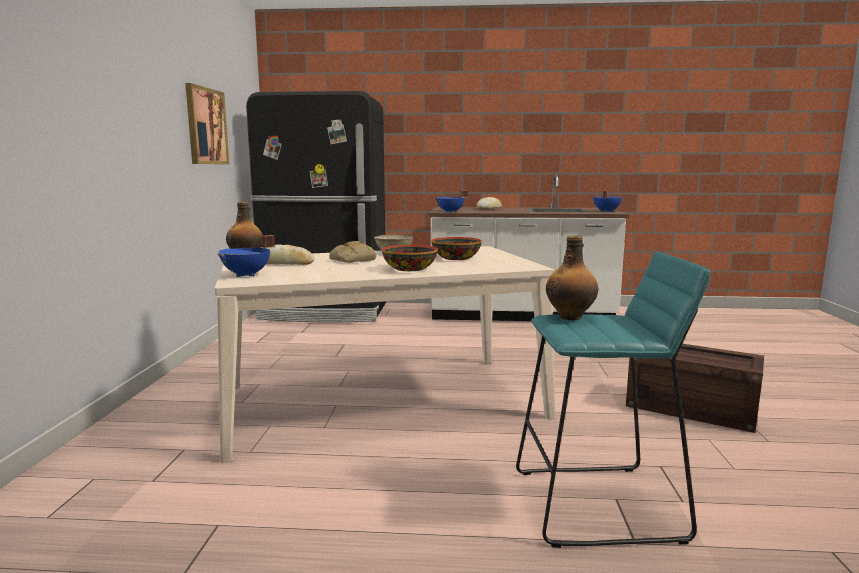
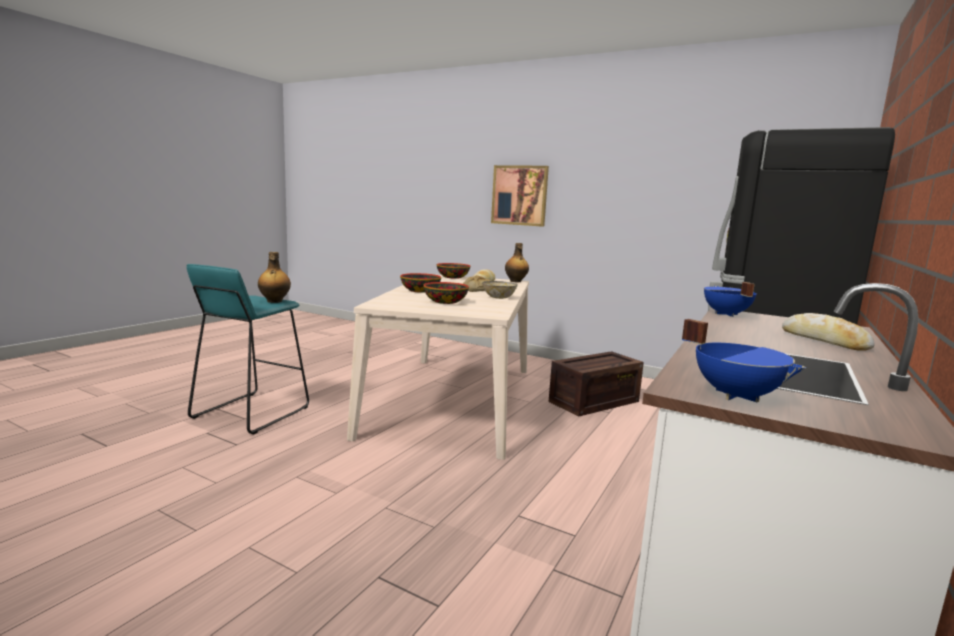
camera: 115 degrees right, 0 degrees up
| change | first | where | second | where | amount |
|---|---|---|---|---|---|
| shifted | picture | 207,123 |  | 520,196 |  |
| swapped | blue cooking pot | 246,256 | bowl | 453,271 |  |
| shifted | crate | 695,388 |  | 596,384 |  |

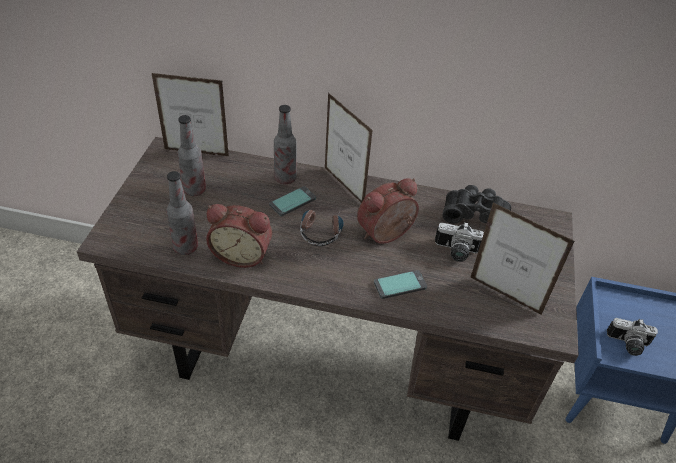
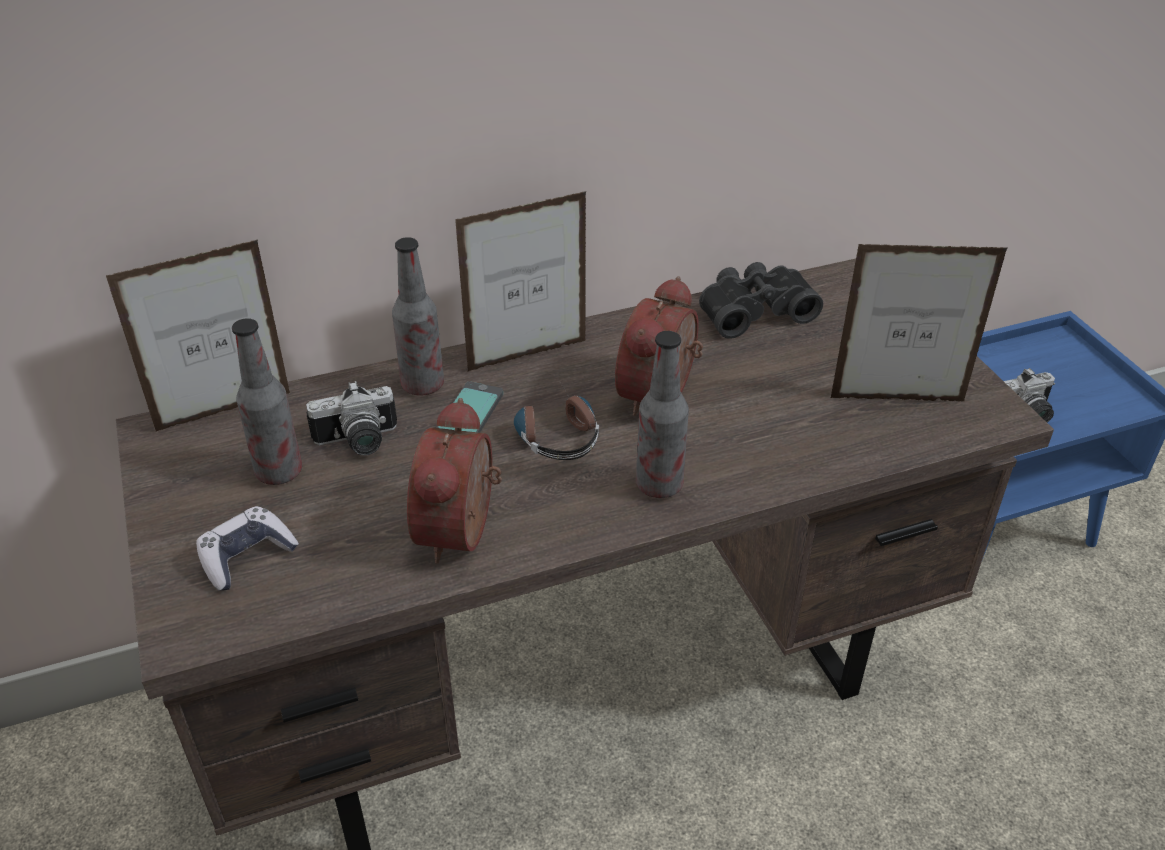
camera: 30 degrees left, 5 degrees down
| change | first | where | second | where | amount |
|---|---|---|---|---|---|
| rotated | picture frame | 348,148 |  | 520,281 | 135 degrees clockwise |
| shifted | bottle | 182,213 |  | 662,414 |  |
| rotated | alarm clock | 239,236 |  | 454,481 | 120 degrees clockwise |
| shifted | photo camera | 459,242 |  | 351,418 |  |
| gone | phone | 400,284 |  |  |  |
| new |  |  | game controller | 247,548 |  |

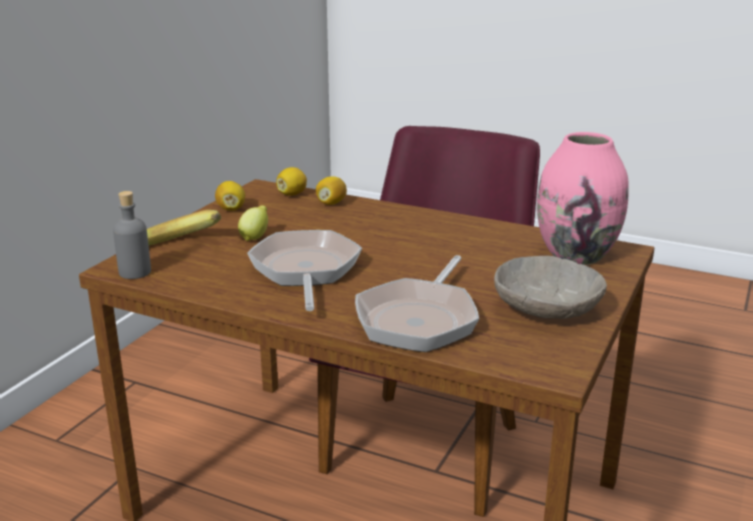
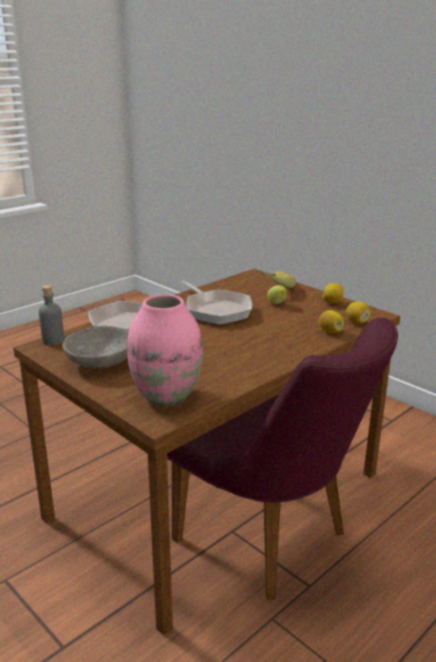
camera: 110 degrees right, 0 degrees up
| change | first | where | second | where | amount |
|---|---|---|---|---|---|
| shifted | grey bottle | 132,235 |  | 51,315 |  |
| rotated | frying pan | 304,270 |  | 217,302 | 45 degrees clockwise |

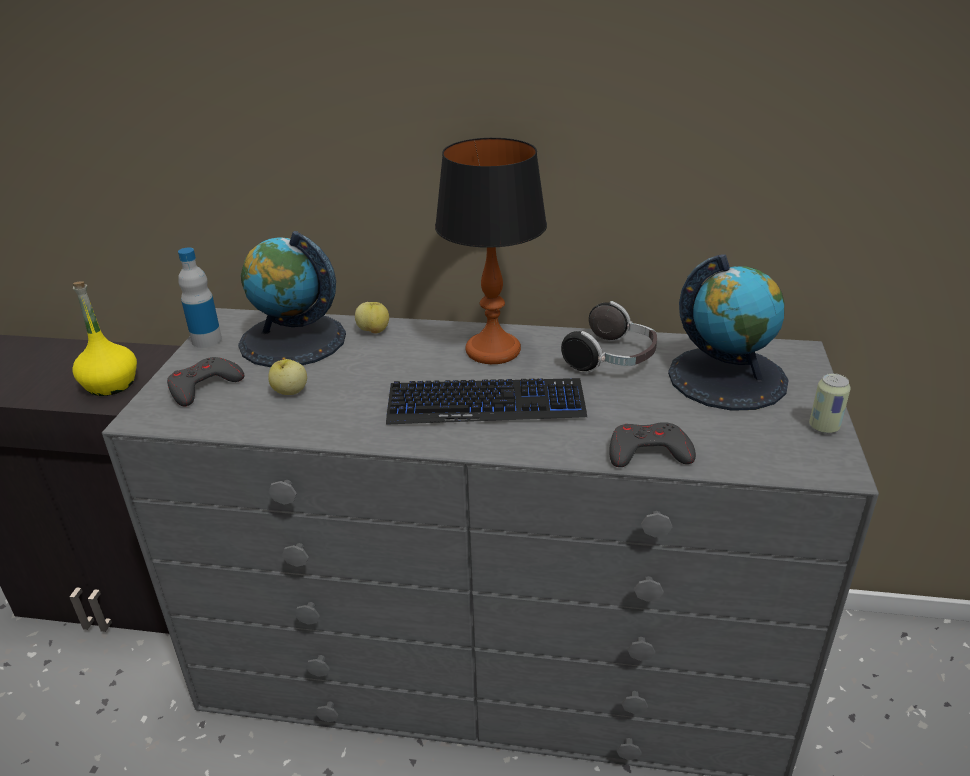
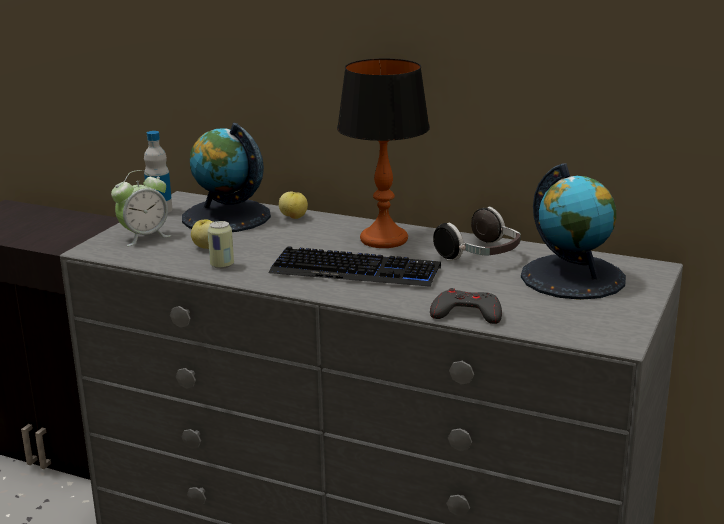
camera: 15 degrees right, 10 degrees down
| change | first | where | second | where | amount |
|---|---|---|---|---|---|
| gone | yellow bottle | 104,338 |  |  |  |
| swapped | grey game controller | 205,381 | alarm clock | 141,208 |  |
| shifted | can | 830,403 |  | 221,245 |  |

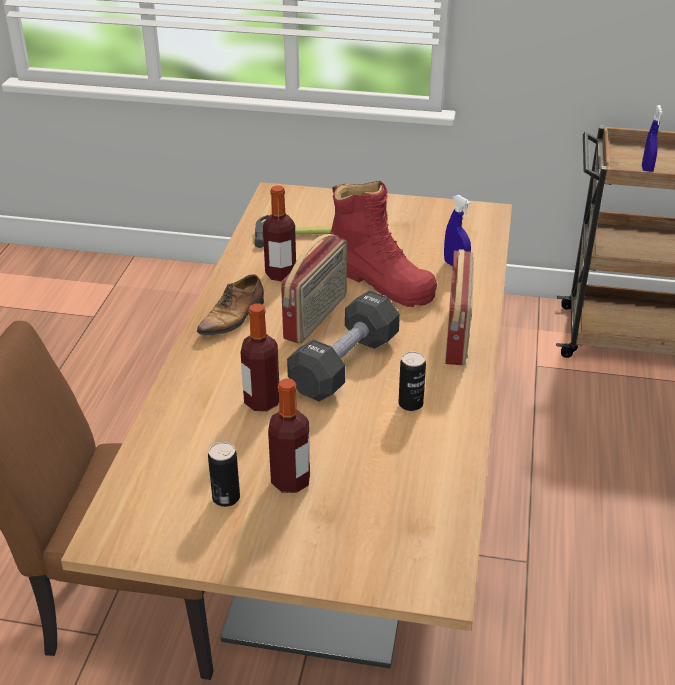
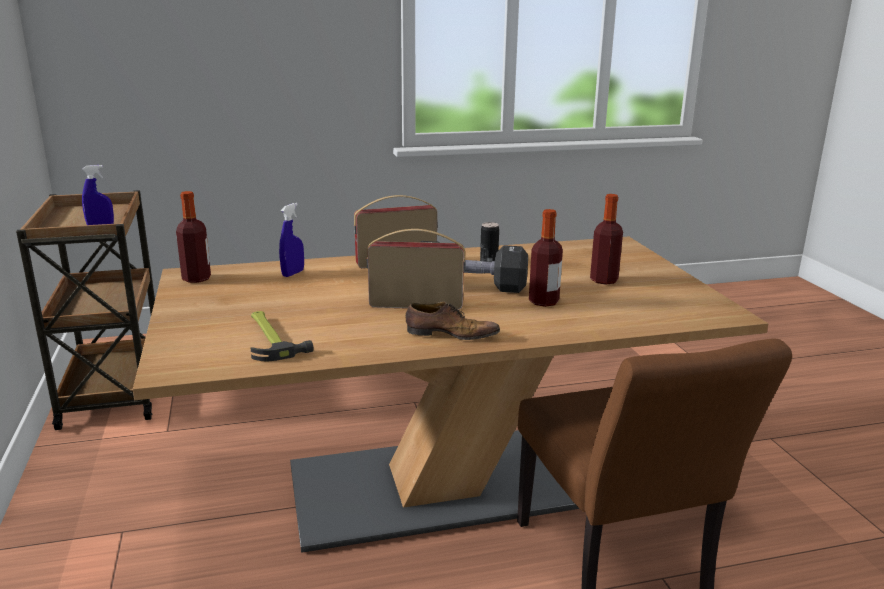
camera: 115 degrees left, 15 degrees down
| change | first | where | second | where | amount |
|---|---|---|---|---|---|
| gone | red boot | 383,244 |  |  |  |
| shifted | bottle | 279,233 |  | 193,237 |  |
| gone | can | 224,474 |  |  |  |

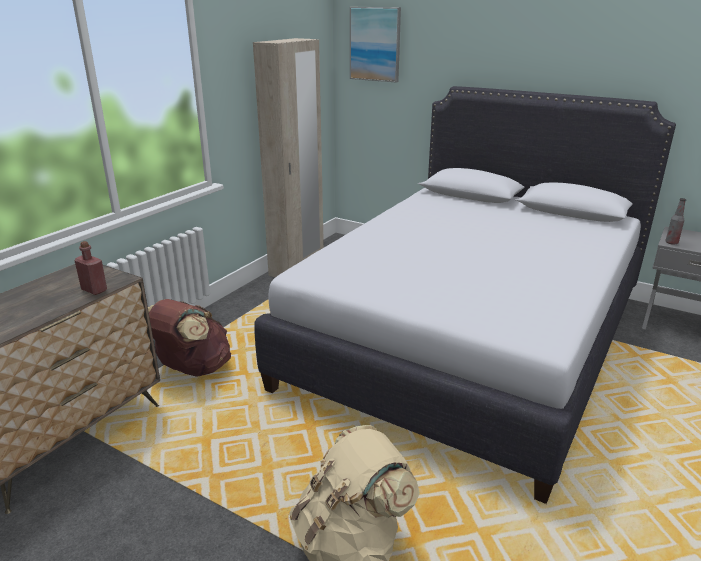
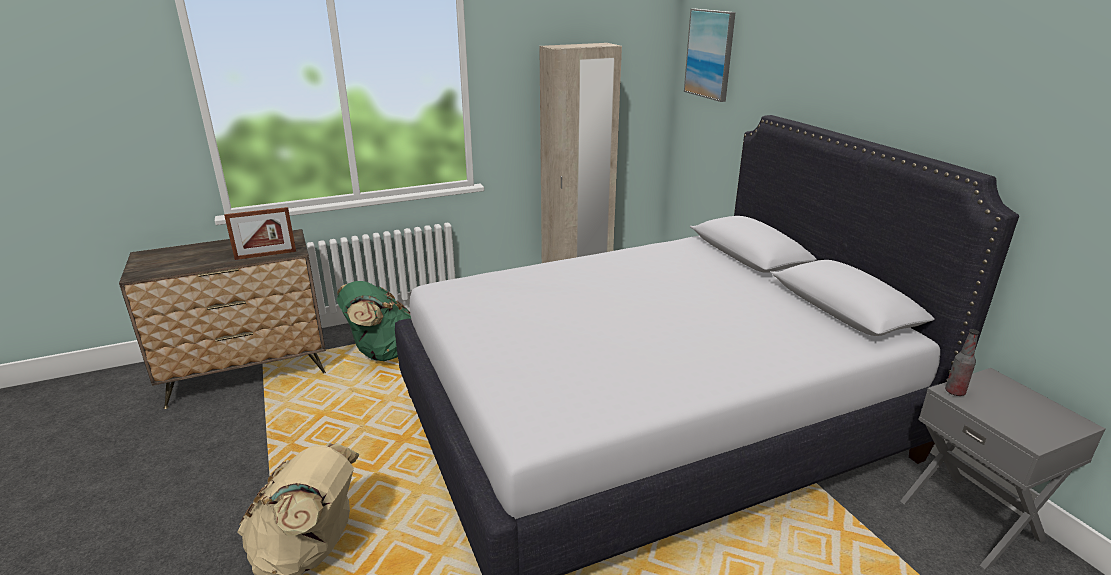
camera: 35 degrees right, 0 degrees up
| change | first | where | second | where | amount |
|---|---|---|---|---|---|
| swapped | red bottle | 90,268 | picture frame | 260,233 |  |
| repainted | brown backpack | 189,337 | green backpack | 374,321 |  |

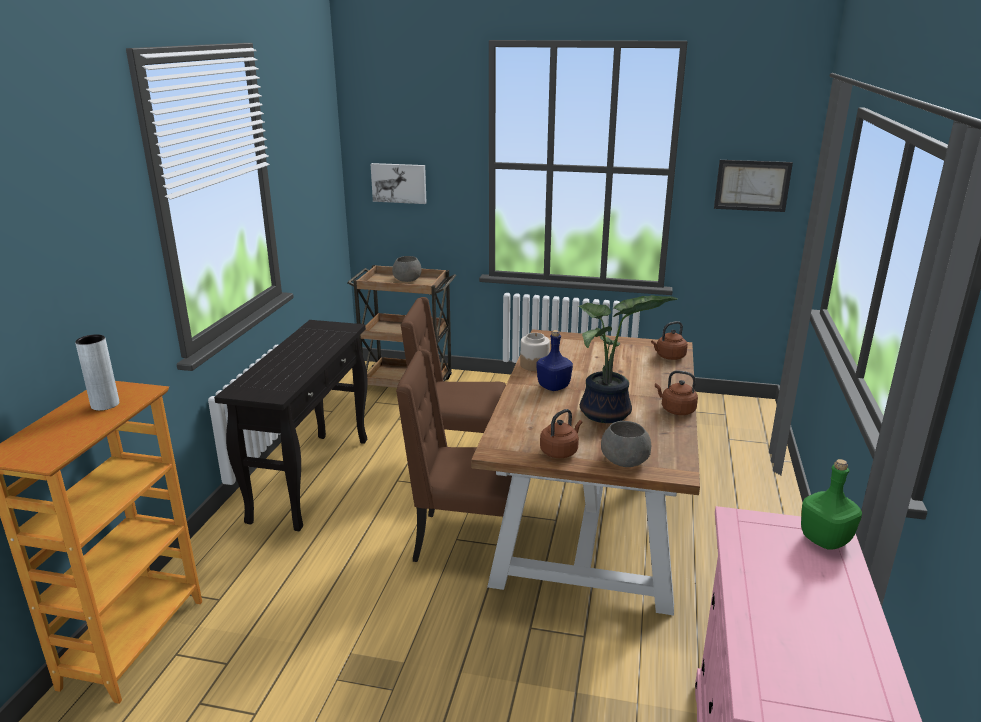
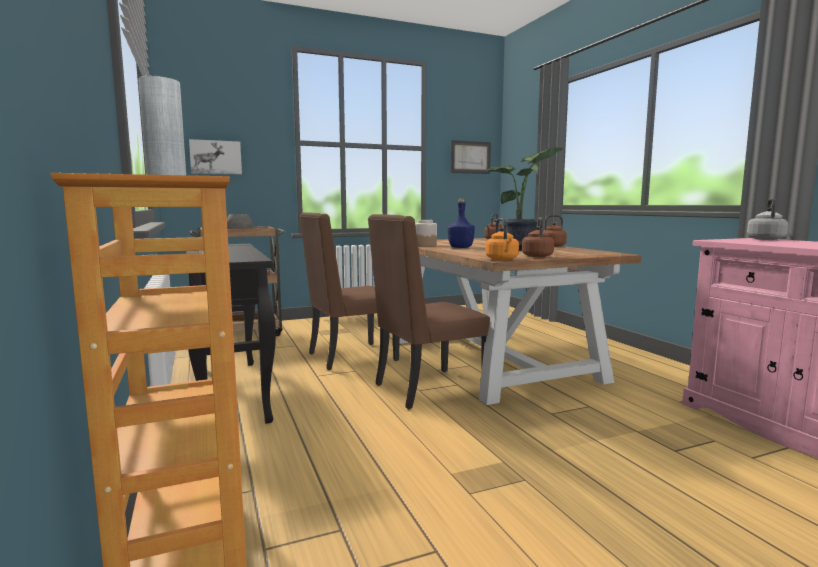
camera: 35 degrees left, 15 degrees down
| change | first | where | second | where | amount |
|---|---|---|---|---|---|
| gone | grey bowl | 626,444 |  |  |  |
| swapped | green bottle | 831,504 | grey kettle | 767,219 |  |
| new |  |  | orange kettle | 502,239 |  |

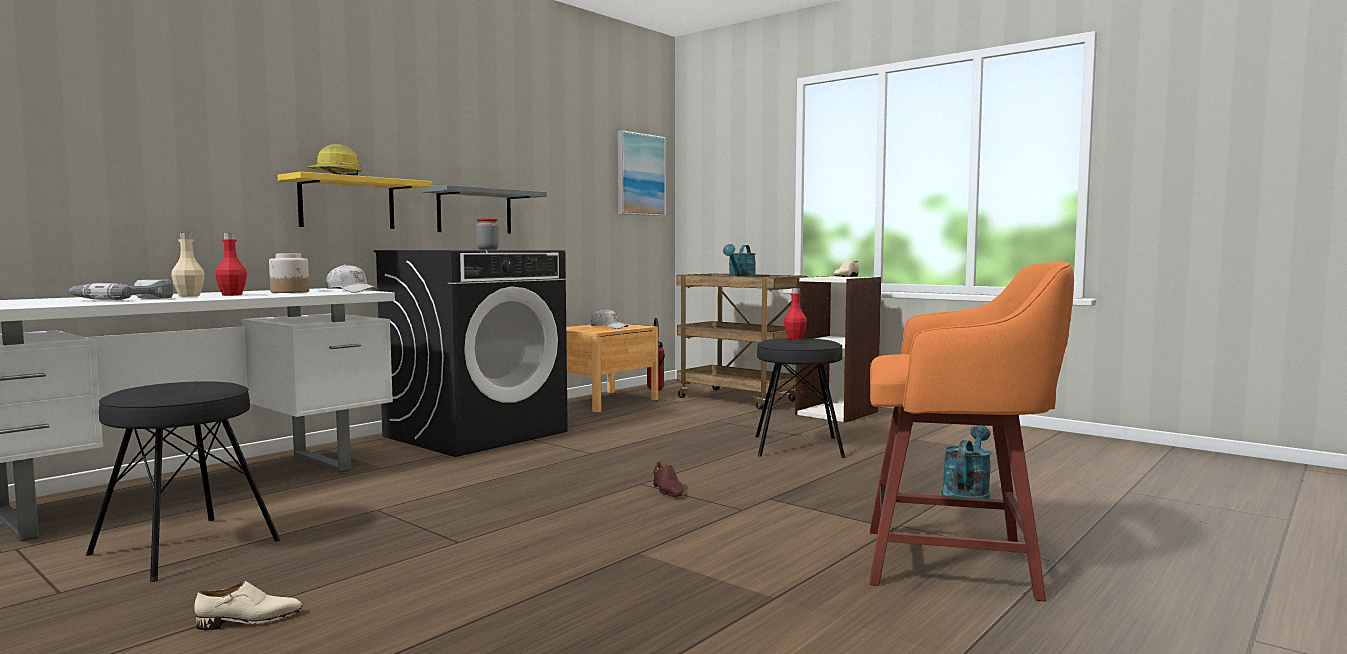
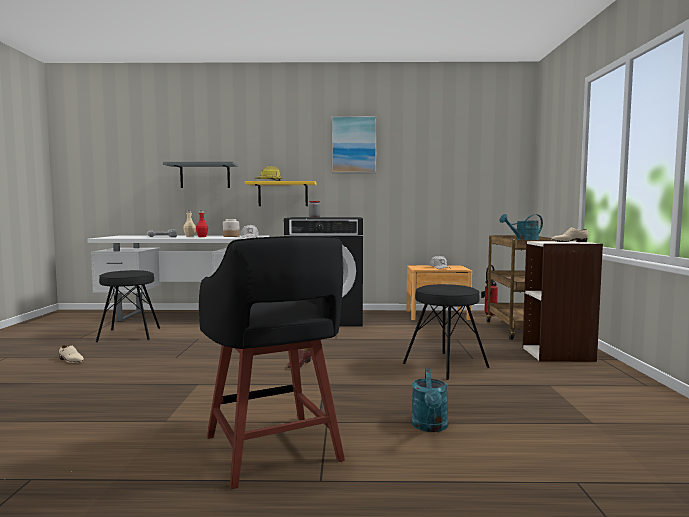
camera: 50 degrees right, 0 degrees up
| change | first | where | second | where | amount |
|---|---|---|---|---|---|
| shifted | picture | 642,173 |  | 354,144 |  |
| shifted | grey shelf | 484,209 |  | 200,175 |  |
| repainted | orange stool | 972,431 | black stool | 272,362 |  |
| gone | red bottle | 795,313 |  |  |  |
| rotated | turquoise watering can | 966,462 |  | 430,400 | 105 degrees clockwise |

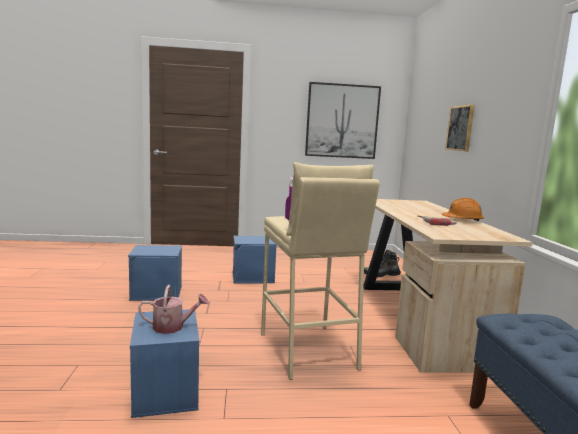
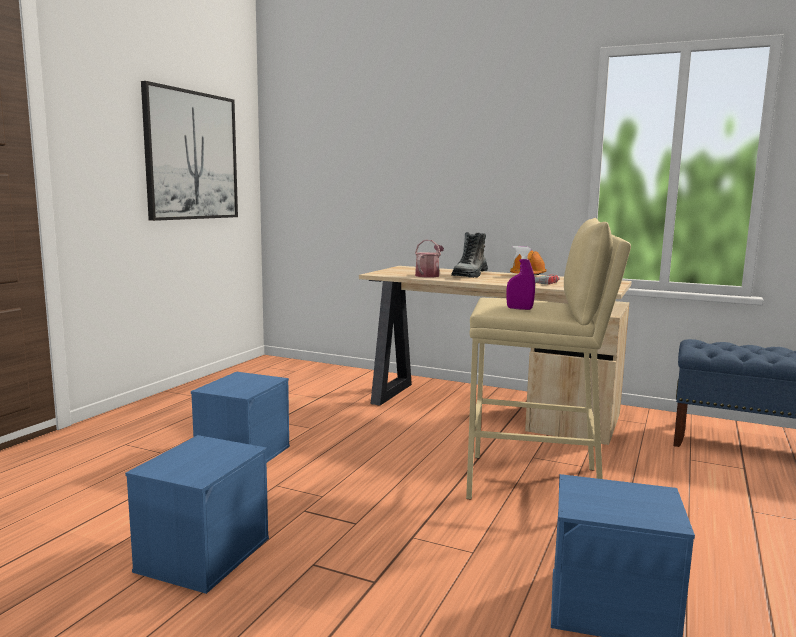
camera: 60 degrees left, 0 degrees up
| change | first | where | second | where | amount |
|---|---|---|---|---|---|
| gone | picture | 460,128 |  |  |  |
| shifted | boot | 382,263 |  | 469,255 |  |
| shifted | watering can | 173,309 |  | 429,258 |  |

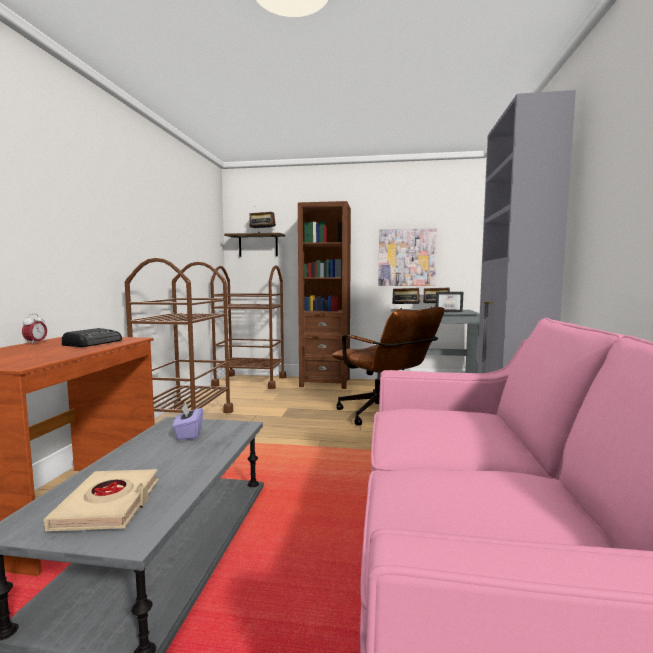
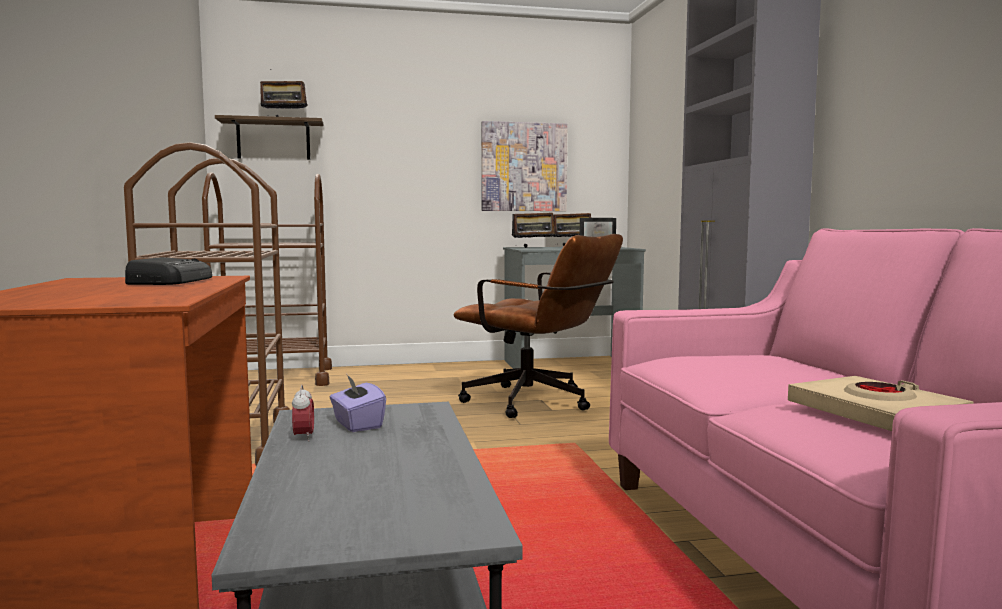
camera: 20 degrees left, 0 degrees up
| change | first | where | second | where | amount |
|---|---|---|---|---|---|
| gone | brown bookcase | 324,295 |  |  |  |
| shifted | alarm clock | 34,329 |  | 303,413 |  |
| shifted | beige book | 101,500 |  | 880,403 |  |

